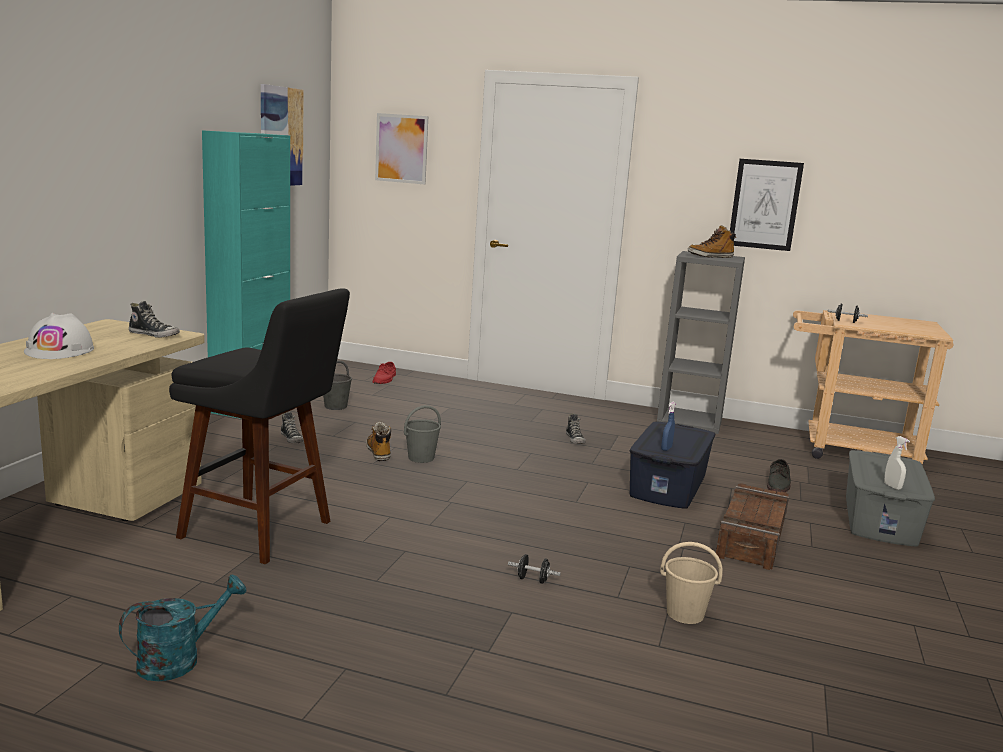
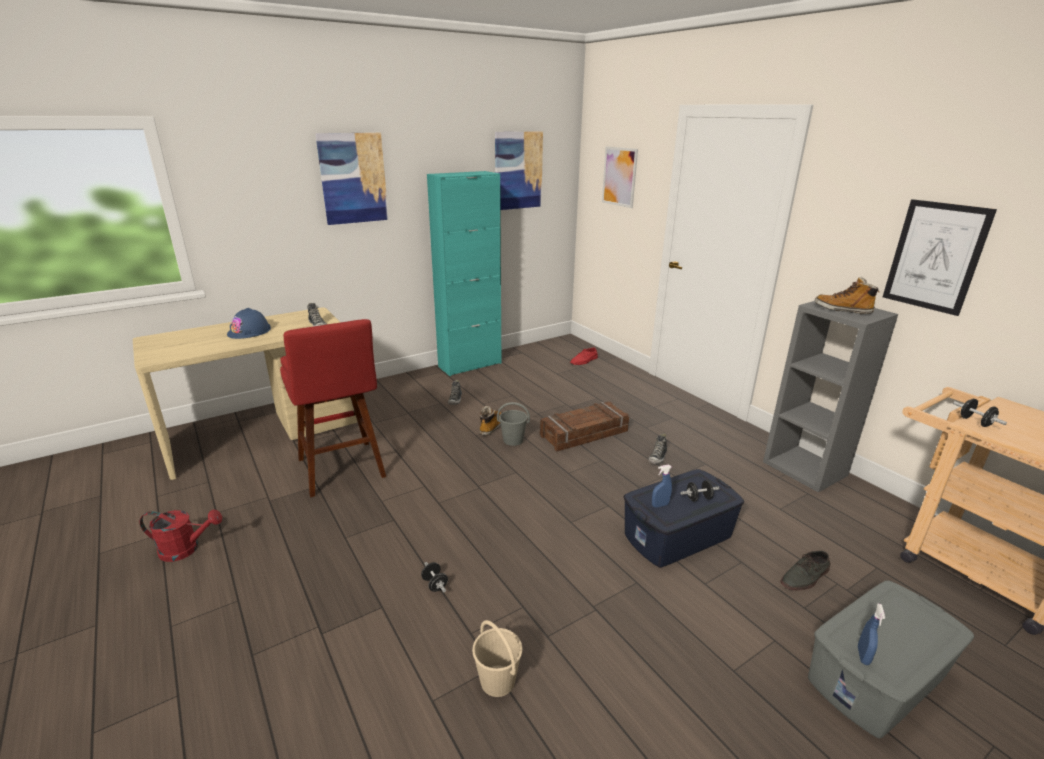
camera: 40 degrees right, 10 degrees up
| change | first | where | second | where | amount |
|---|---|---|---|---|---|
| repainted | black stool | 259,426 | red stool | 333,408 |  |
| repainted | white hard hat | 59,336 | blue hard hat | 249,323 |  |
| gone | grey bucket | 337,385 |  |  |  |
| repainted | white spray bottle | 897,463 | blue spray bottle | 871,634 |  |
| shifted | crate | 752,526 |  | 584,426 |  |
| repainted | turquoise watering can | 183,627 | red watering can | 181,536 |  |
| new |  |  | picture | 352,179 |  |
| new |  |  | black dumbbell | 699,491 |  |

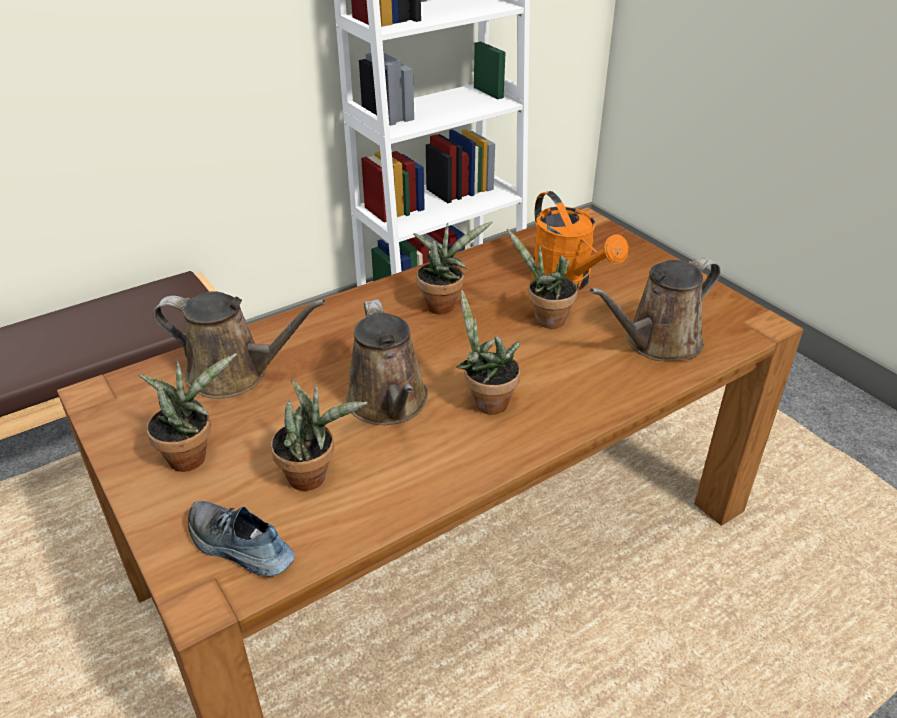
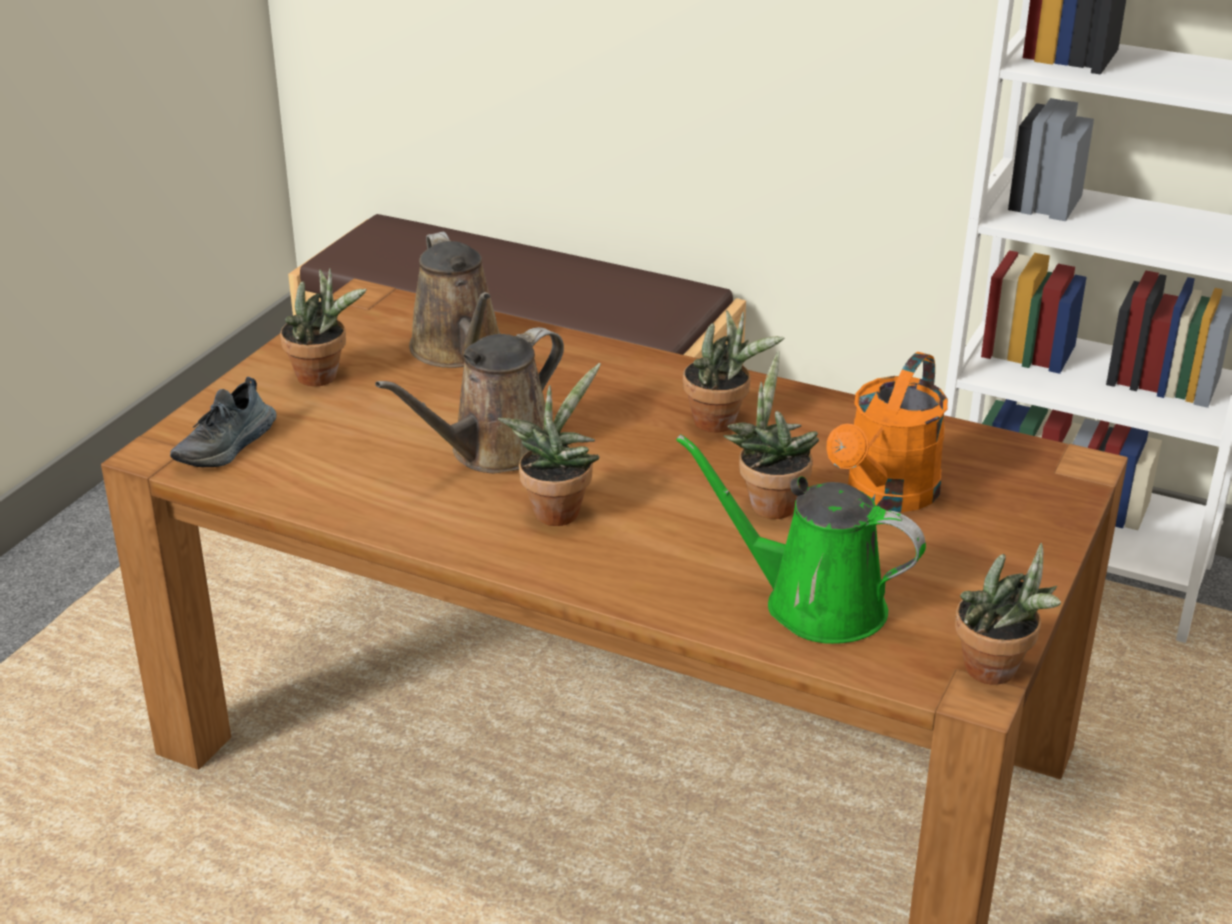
camera: 60 degrees right, 5 degrees down
| change | first | where | second | where | amount |
|---|---|---|---|---|---|
| repainted | brown watering can | 655,309 | green watering can | 801,539 |  |
| shifted | potted plant | 319,435 |  | 1008,614 |  |
| rotated | shoe | 241,539 |  | 223,422 | 150 degrees counterclockwise |

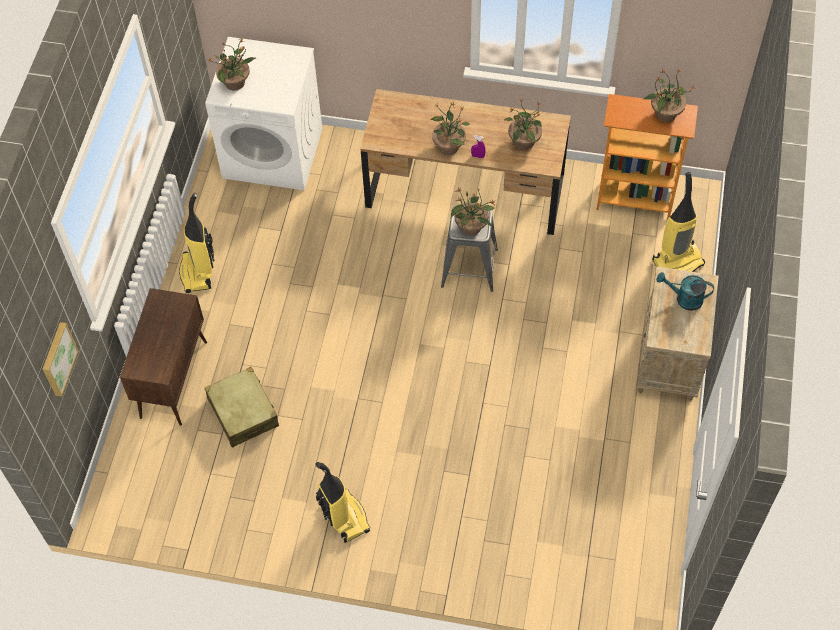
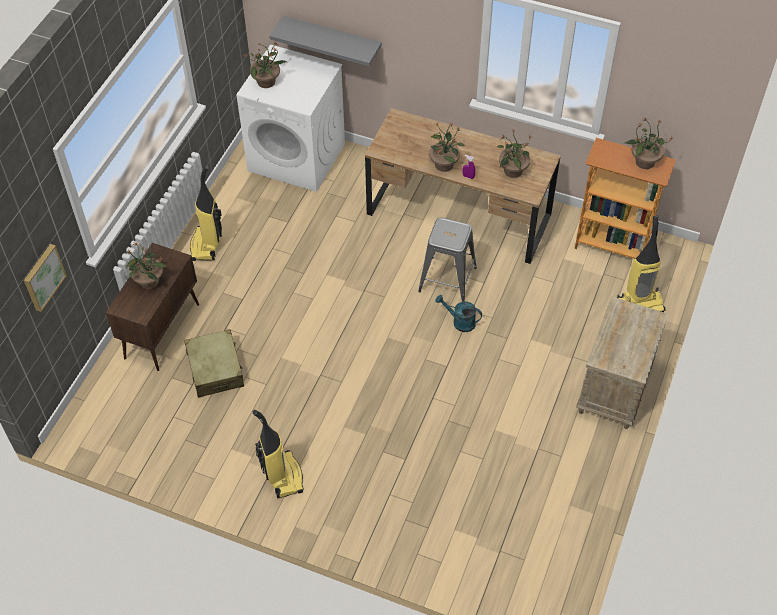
camera: 10 degrees right, 5 degrees down
| change | first | where | second | where | amount |
|---|---|---|---|---|---|
| shifted | potted plant | 473,211 |  | 146,265 |  |
| shifted | turquoise watering can | 685,291 |  | 458,313 |  |
| new |  |  | grey shelf | 325,41 |  |

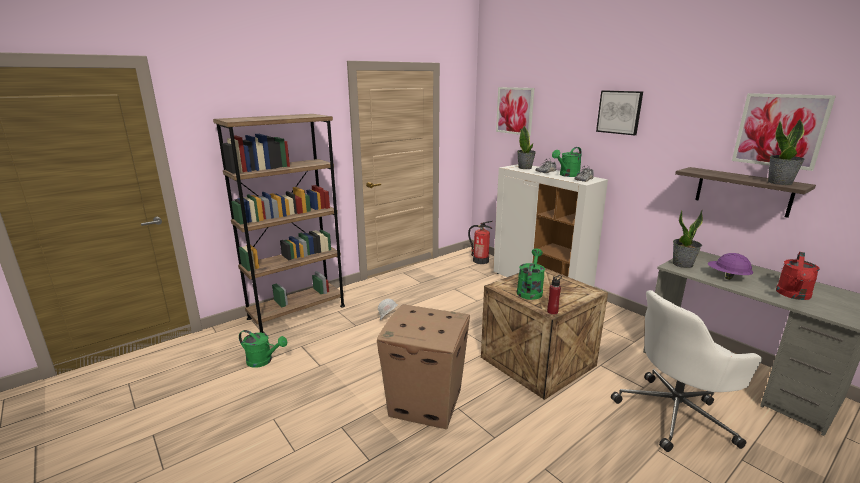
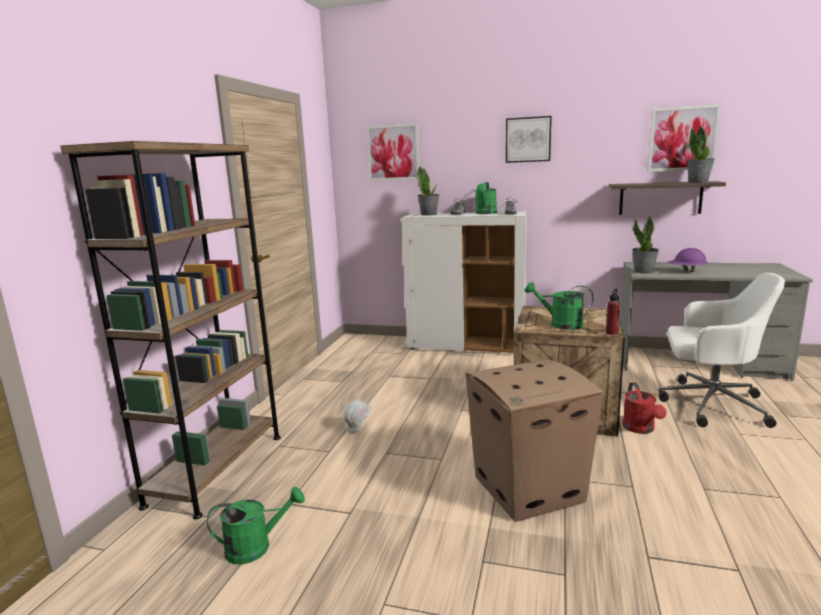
camera: 35 degrees left, 5 degrees down
| change | first | where | second | where | amount |
|---|---|---|---|---|---|
| gone | fire extinguisher | 480,242 |  |  |  |
| rotated | green watering can | 531,274 |  | 559,306 | 45 degrees counterclockwise |
| shifted | red watering can | 798,276 |  | 645,408 |  |
| rotated | white office chair | 686,371 |  | 722,350 | 105 degrees counterclockwise |

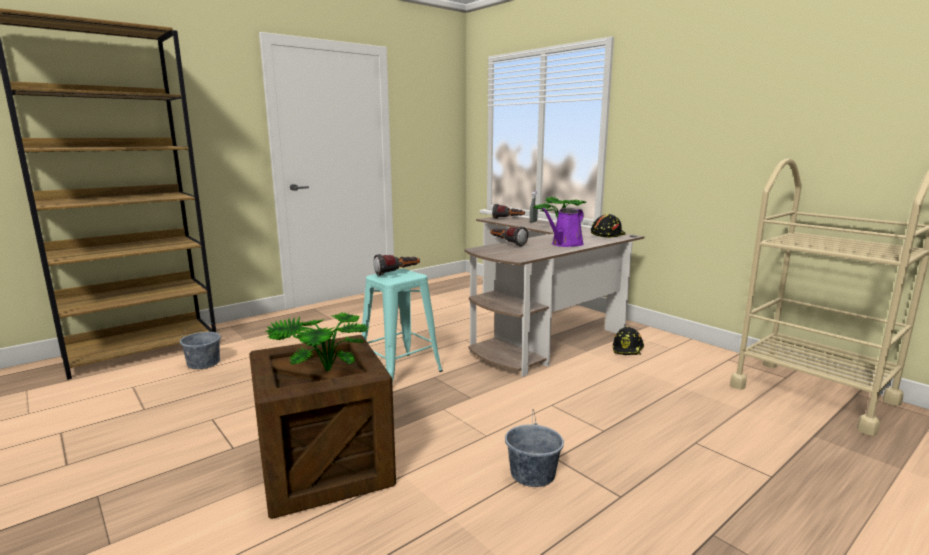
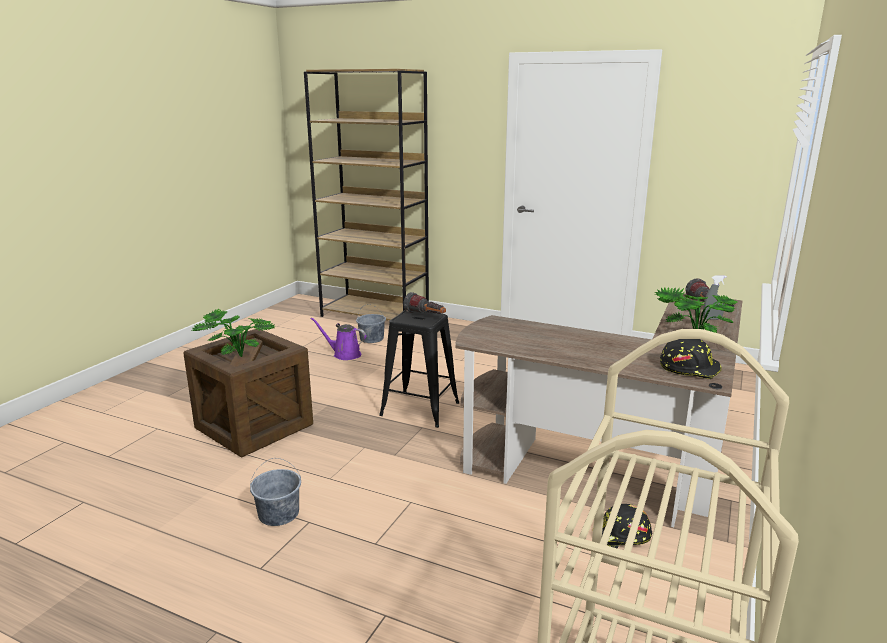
camera: 65 degrees right, 5 degrees up
| change | first | where | second | where | amount |
|---|---|---|---|---|---|
| shifted | purple watering can | 562,227 |  | 338,338 |  |
| gone | flashlight | 509,236 |  |  |  |
| repainted | turquoise stool | 402,326 | black stool | 419,369 |  |

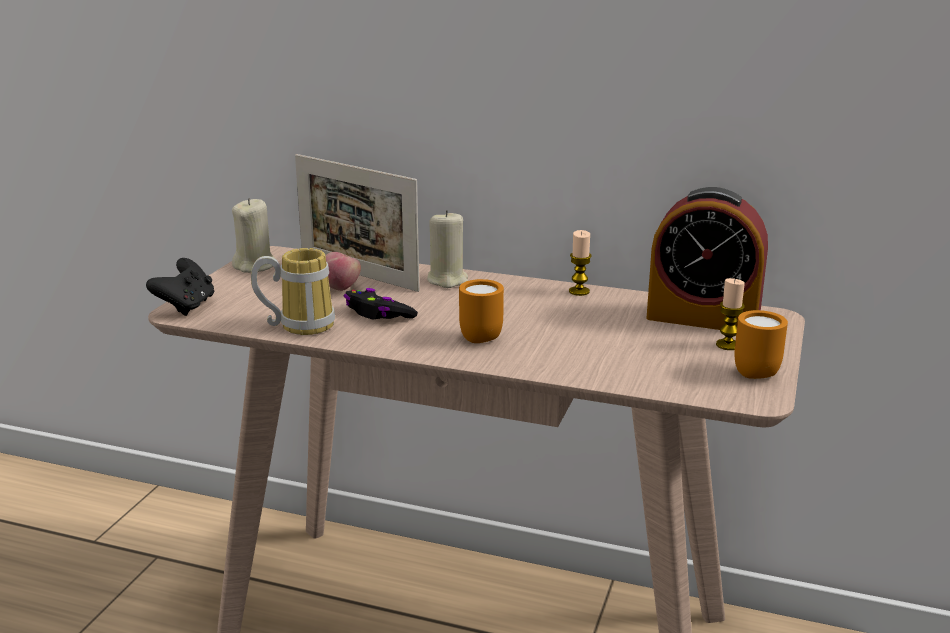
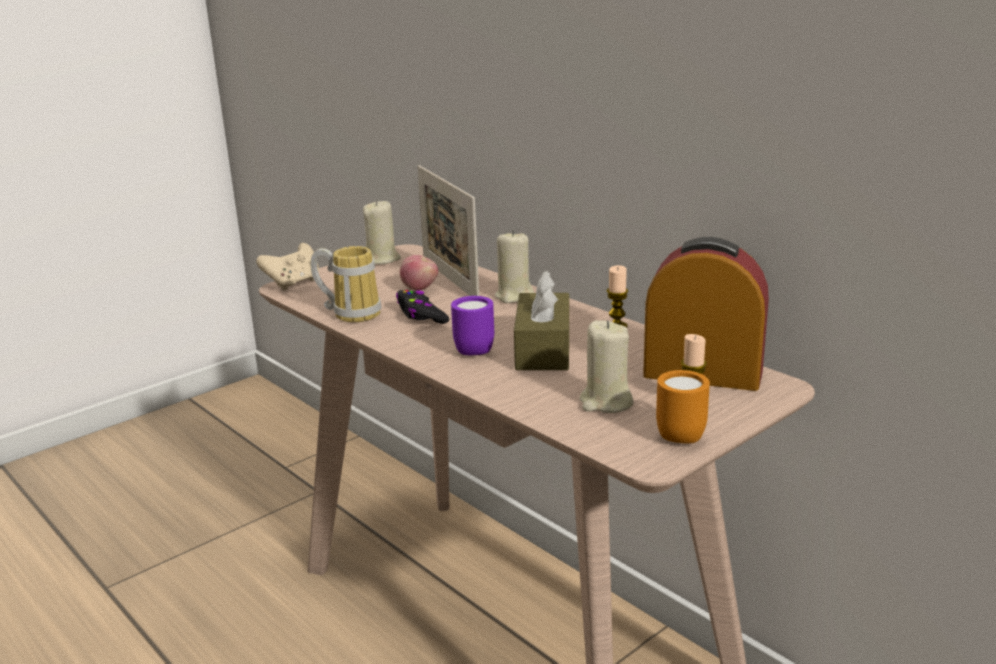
camera: 30 degrees right, 0 degrees up
| change | first | where | second | where | amount |
|---|---|---|---|---|---|
| rotated | alarm clock | 707,258 |  | 706,314 | 150 degrees clockwise |
| repainted | black game controller | 180,287 | beige game controller | 287,267 |  |
| repainted | orange mug | 481,311 | purple mug | 472,325 |  |
| new |  |  | brown tissue box | 541,320 |  |
| new |  |  | beige candle | 606,366 |  |

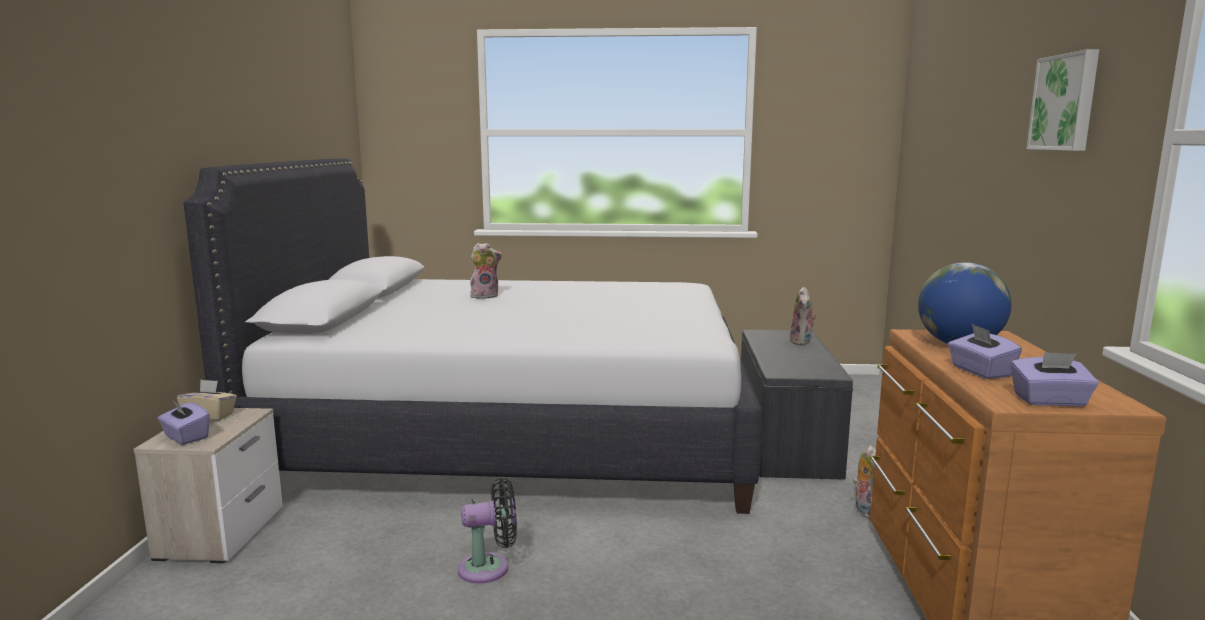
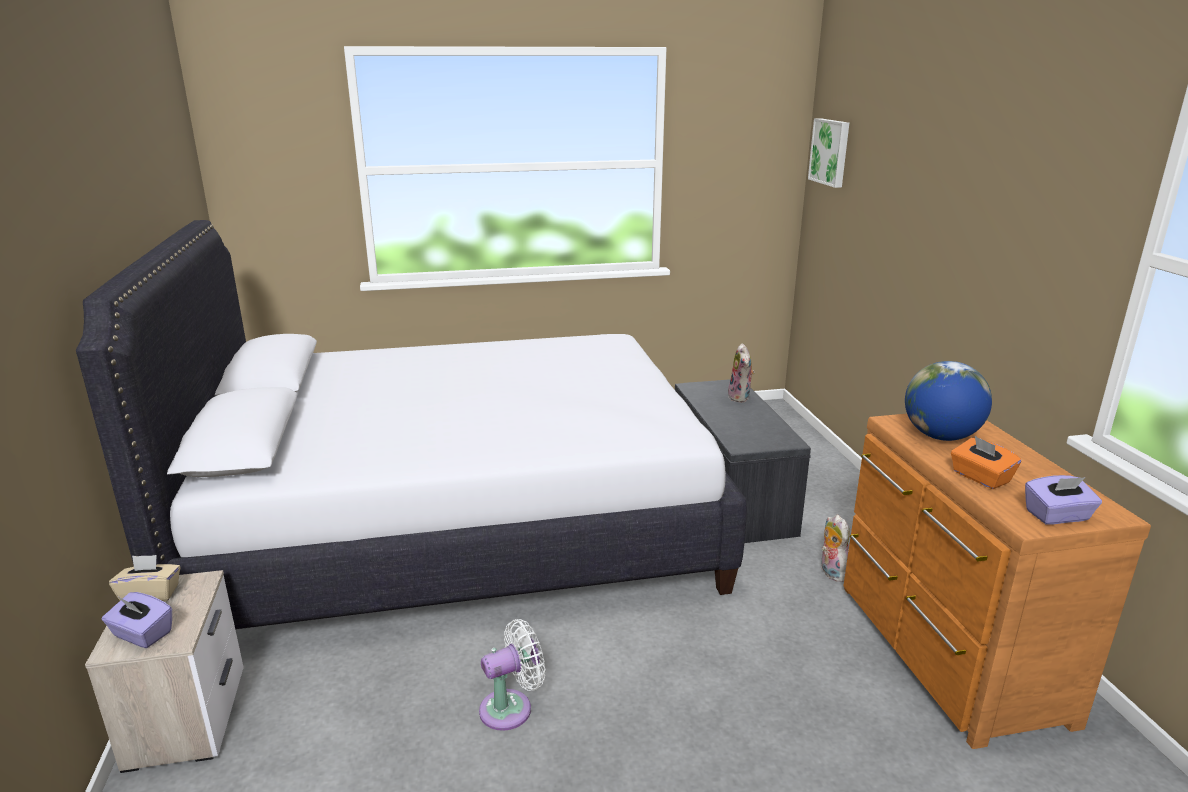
camera: 15 degrees left, 10 degrees up
| change | first | where | second | where | amount |
|---|---|---|---|---|---|
| shifted | picture | 1062,100 |  | 828,153 |  |
| gone | plush toy | 486,271 |  |  |  |
| repainted | purple tissue box | 985,351 | orange tissue box | 986,462 |  |
| repainted | black fan | 487,531 | white fan | 512,675 |  |

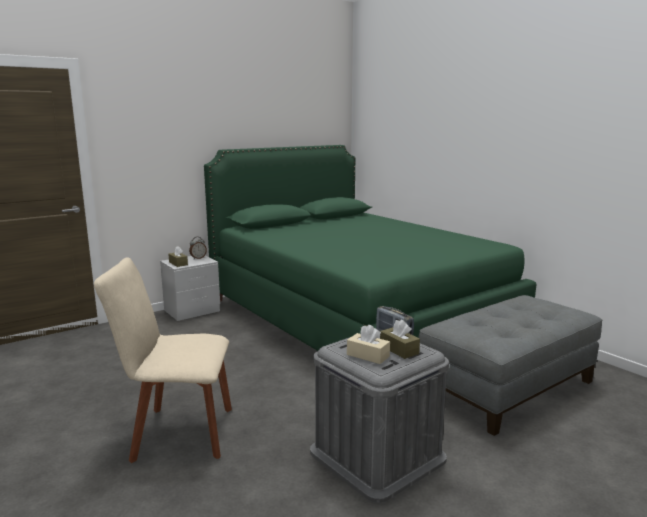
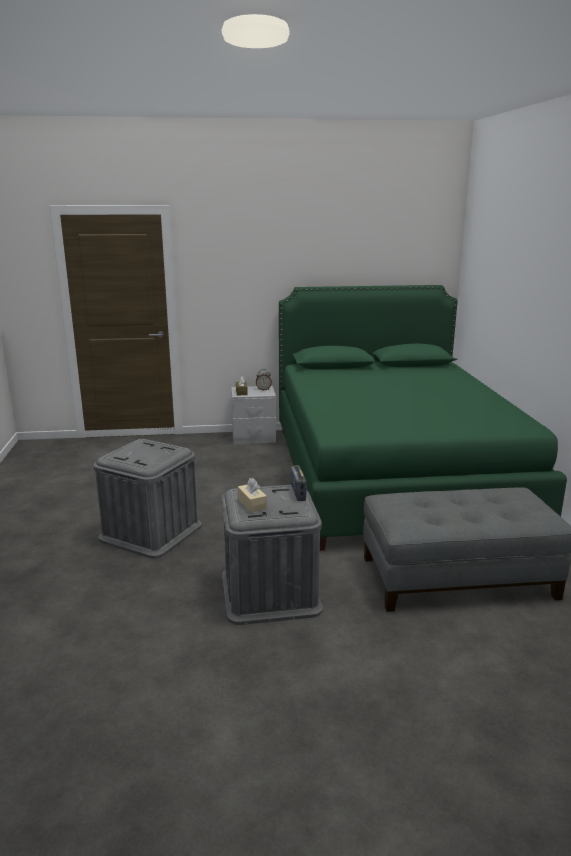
camera: 30 degrees right, 5 degrees up
| change | first | where | second | where | amount |
|---|---|---|---|---|---|
| swapped | beige chair | 163,360 | grey storage box | 147,499 |  |
| gone | brown tissue box | 400,339 |  |  |  |

